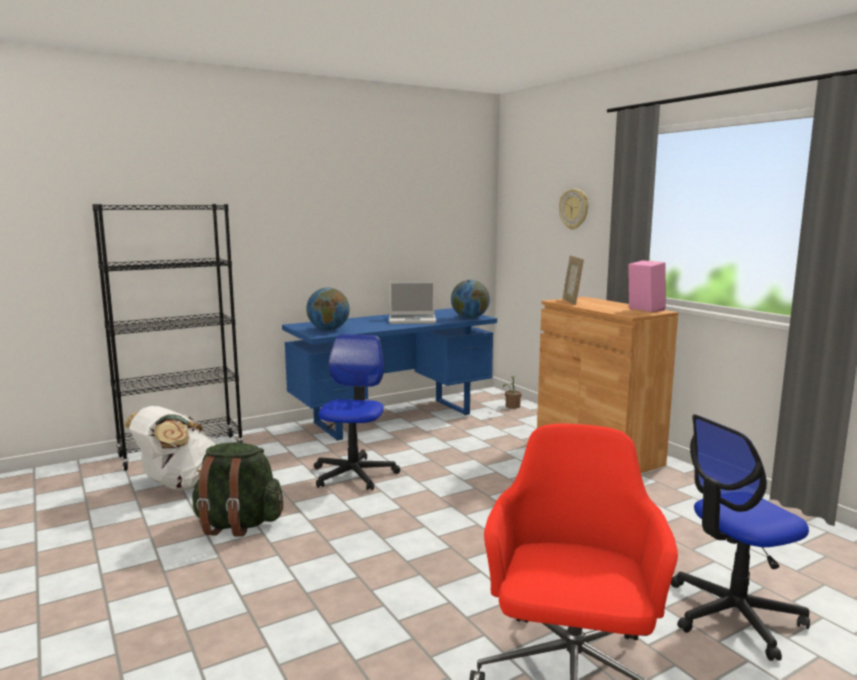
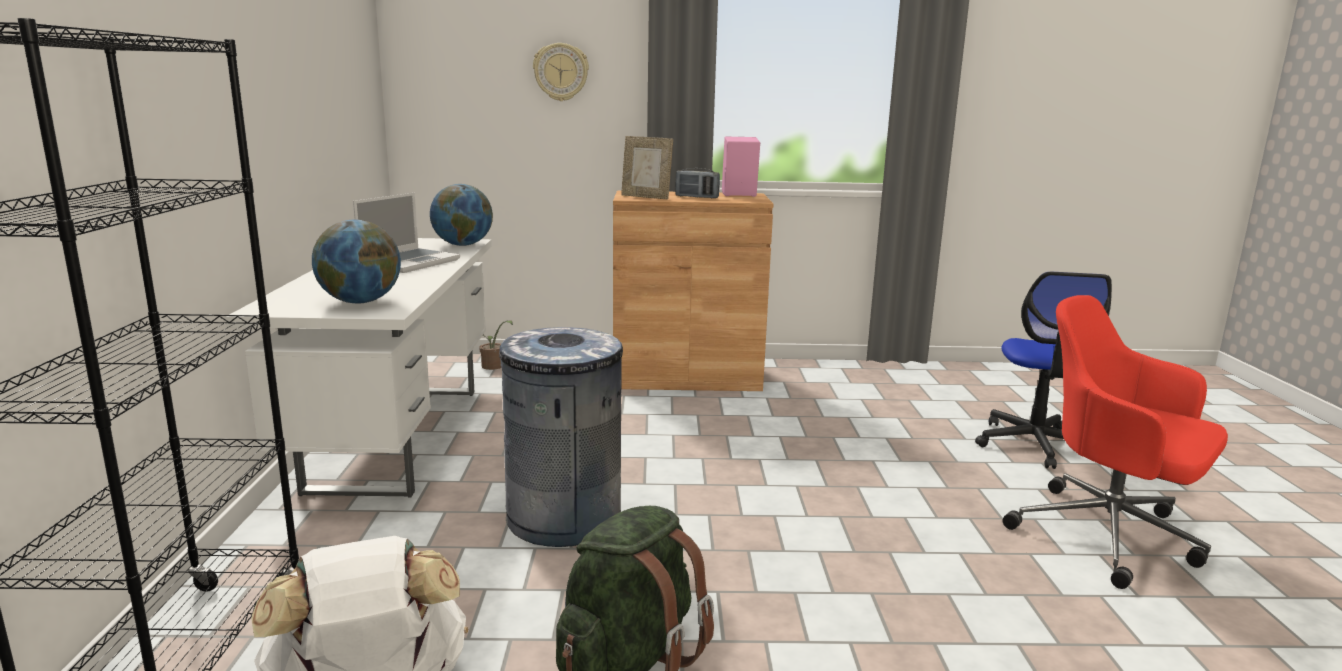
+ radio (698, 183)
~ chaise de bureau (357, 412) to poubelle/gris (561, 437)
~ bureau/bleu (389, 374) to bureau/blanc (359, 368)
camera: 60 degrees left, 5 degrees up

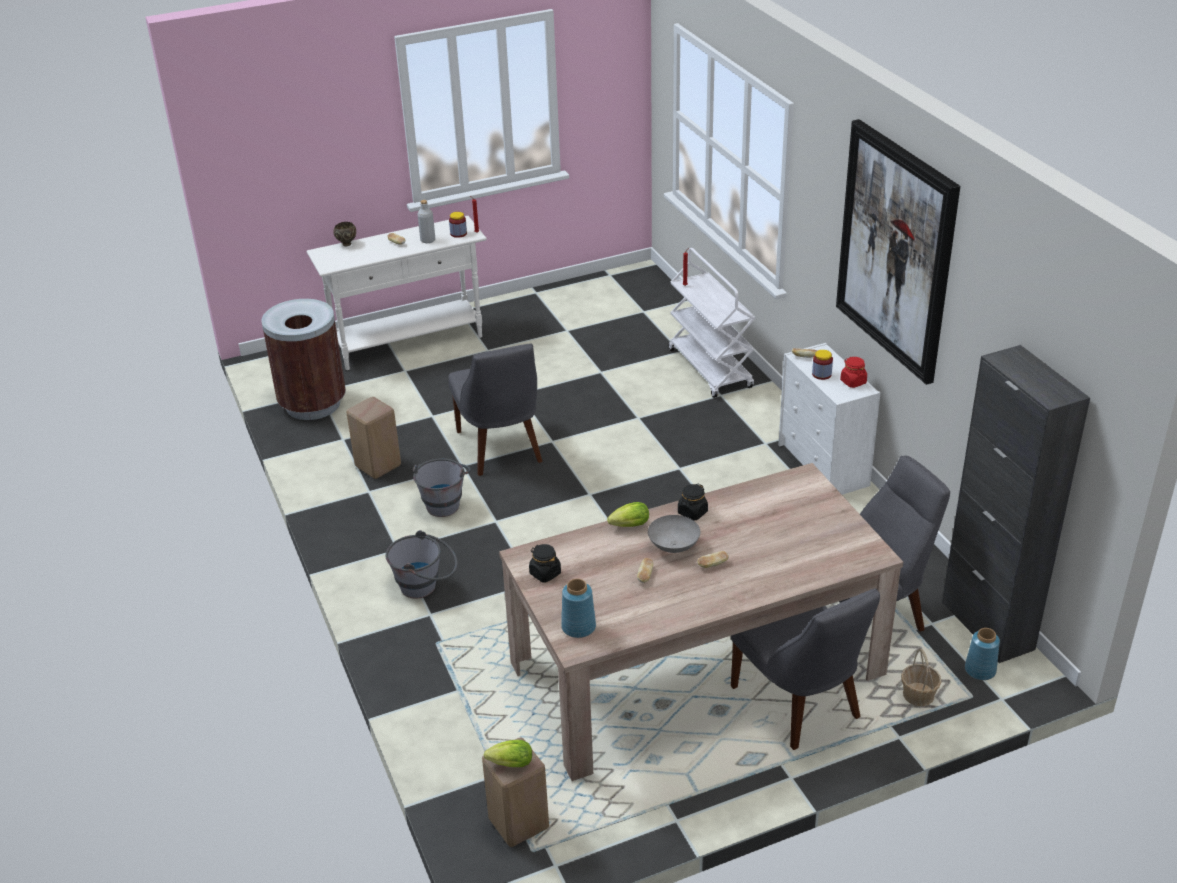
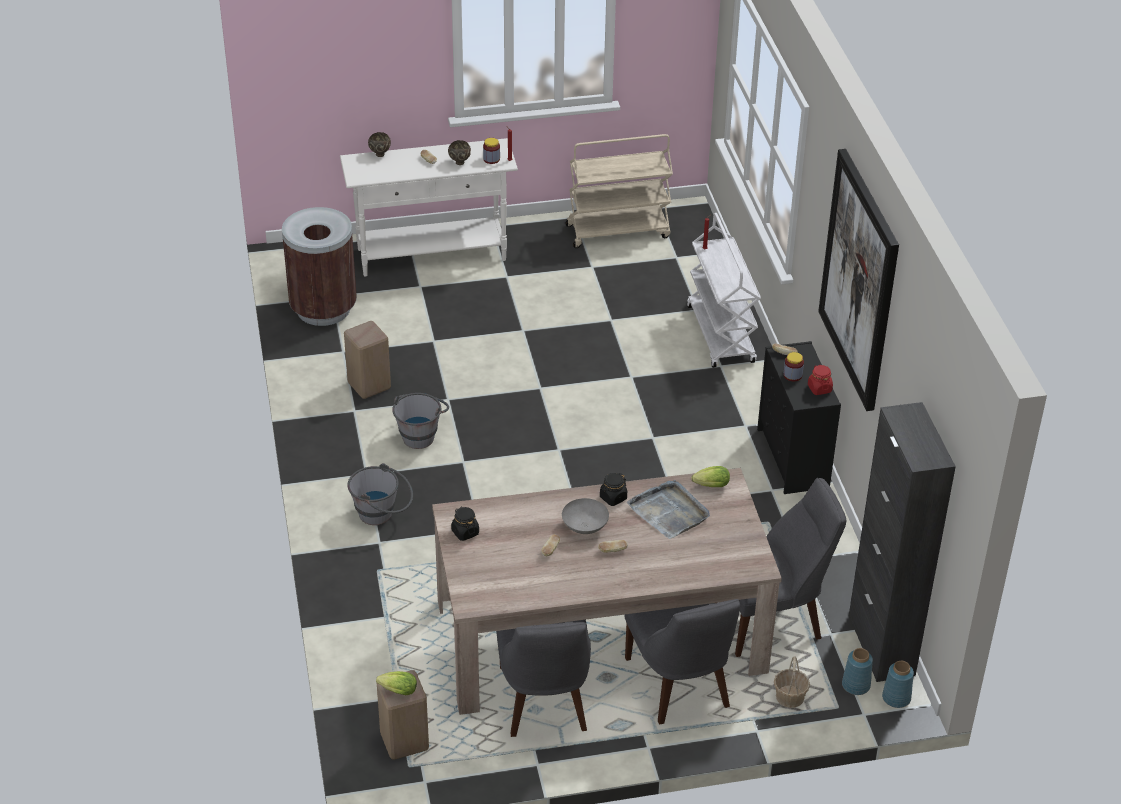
+ chariot/beige (619, 191)
+ plateau/gris (668, 509)
~ chaise/gris (495, 410) to (543, 678)
~ vase/bleu (578, 608) to (898, 684)
~ laitue (628, 514) to (710, 476)
~ bouteille/gris (426, 221) to bol/marron (459, 152)
~ commode/blanc (829, 419) to commode/noir (799, 417)
camera: 10 degrees right, 5 degrees up

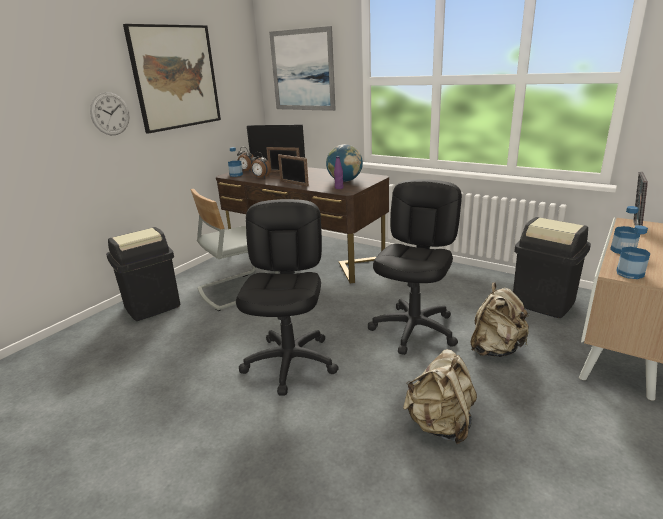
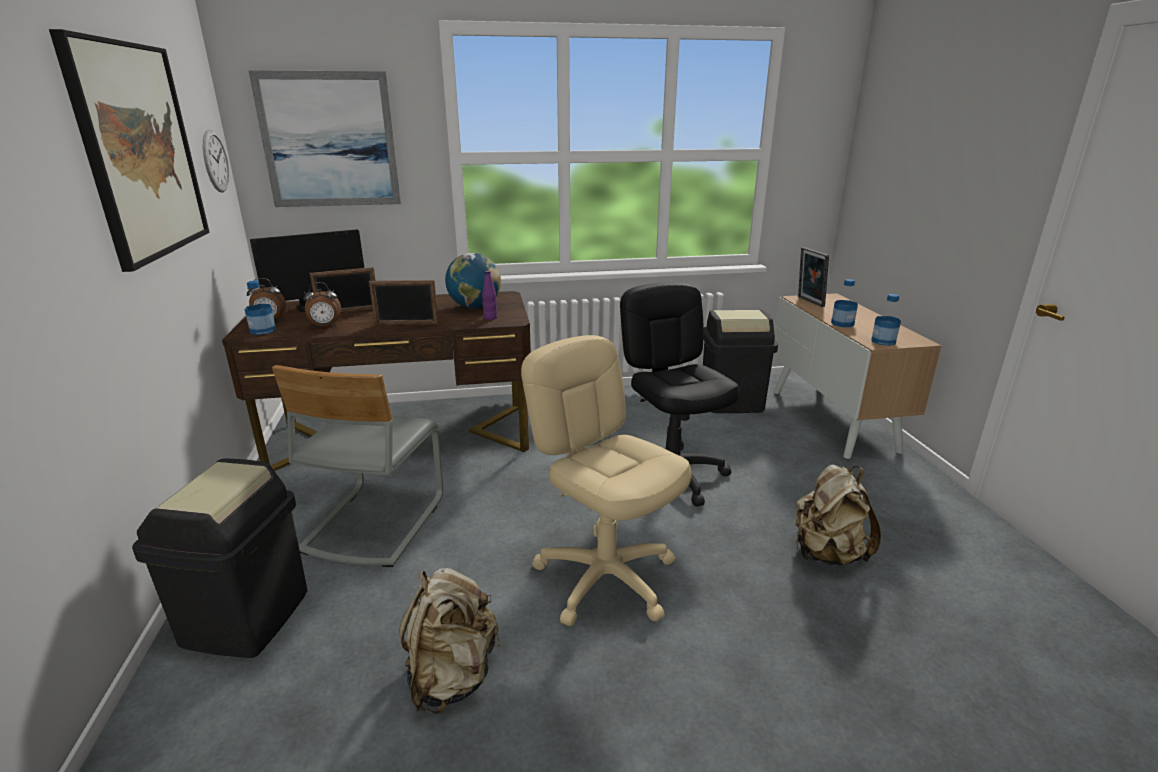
~ horloge murale (110, 113) to (216, 161)
~ sac à dos/beige (499, 319) to (450, 641)
~ chaise de bureau/noir (287, 297) to chaise de bureau/beige (606, 480)
camera: 45 degrees left, 0 degrees up

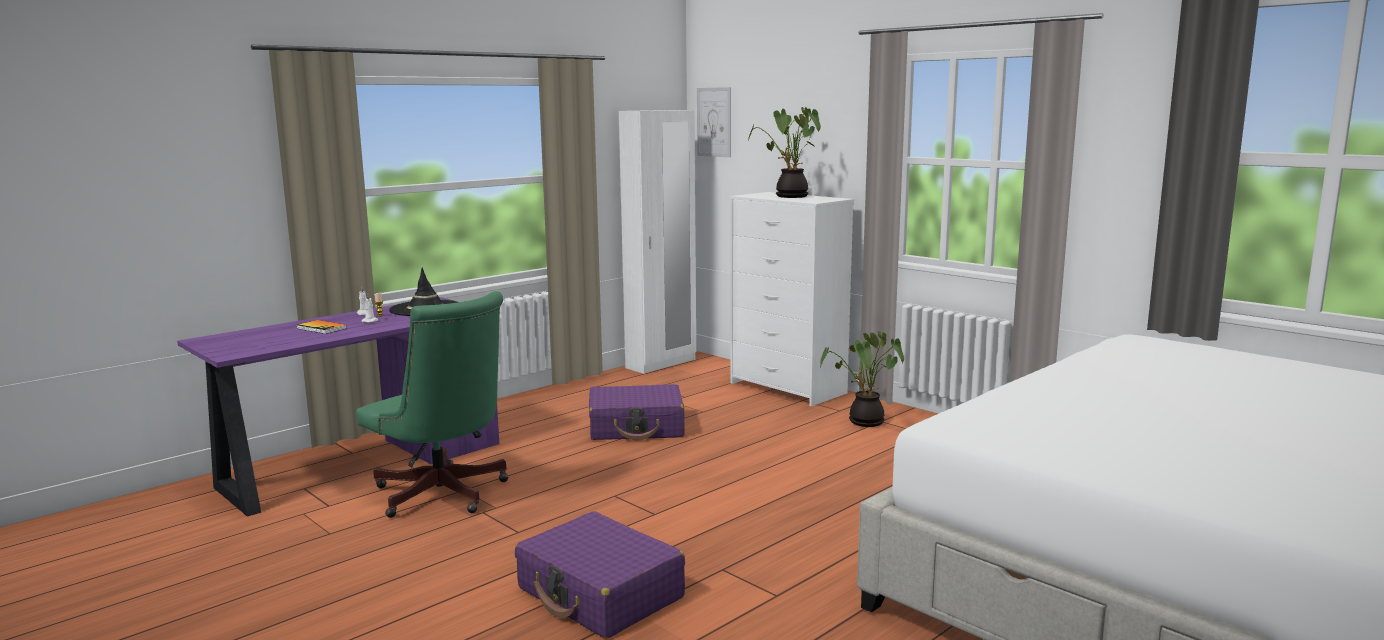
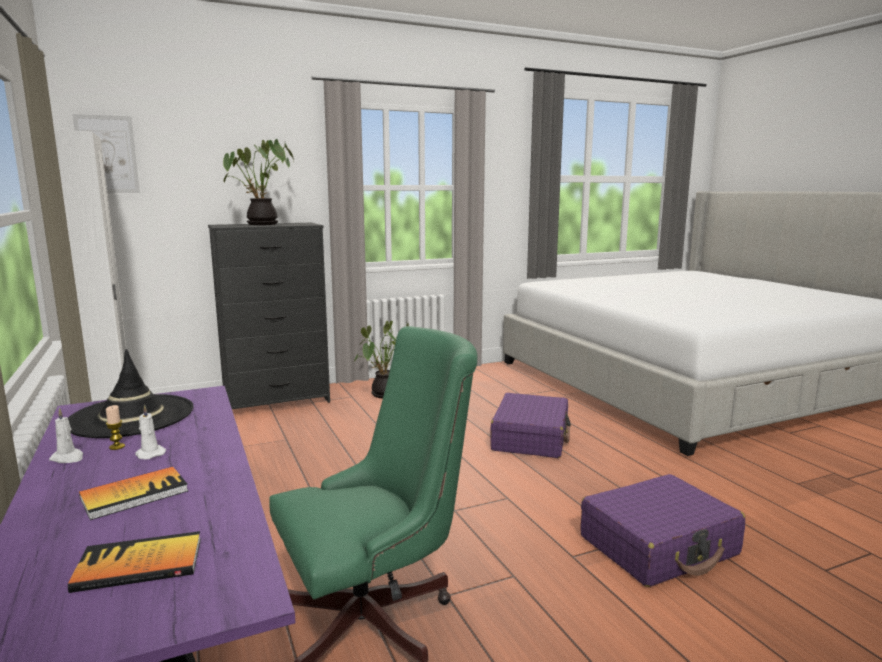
+ livre (134, 562)
~ valise/violet (637, 412) to (530, 425)
~ commode/blanc (792, 299) to commode/noir (269, 316)
camera: 70 degrees left, 0 degrees up

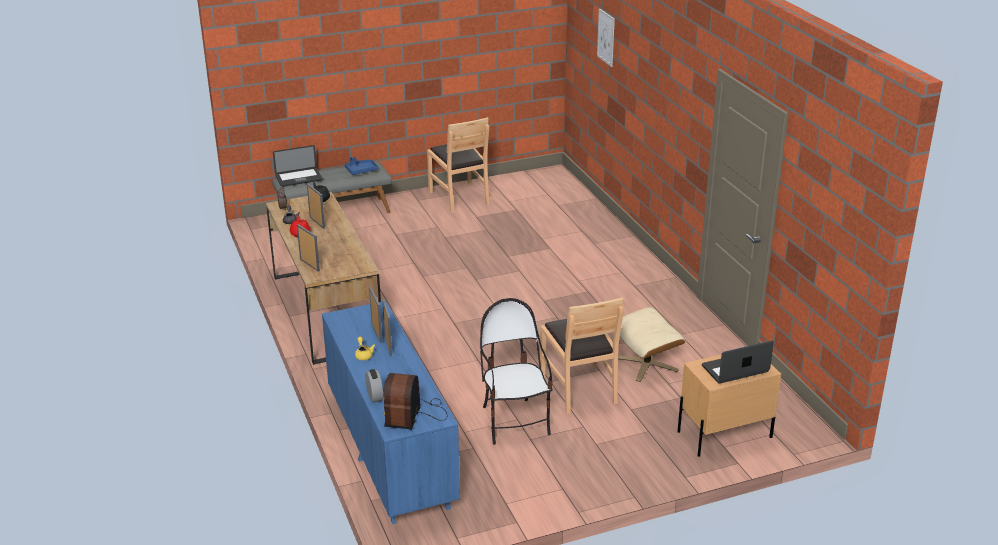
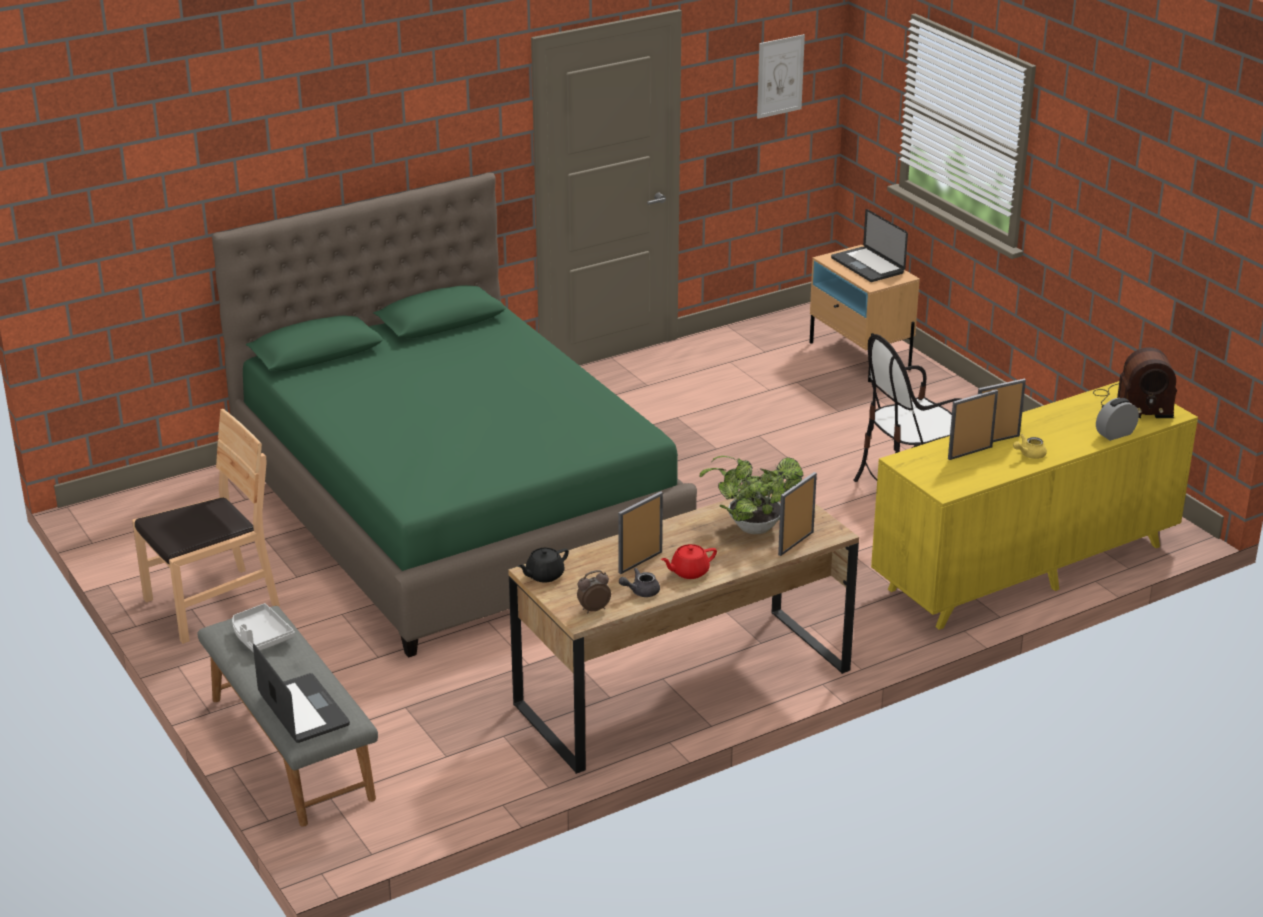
- chaise/marron (582, 355)
- pouf/beige (651, 344)
+ lit/vert (454, 415)
+ plante en pot (751, 495)
~ tableau (606, 38) to (781, 76)
~ commode/bleu (391, 412) to commode/jaune (1034, 505)
~ plateau/bleu (361, 166) to plateau/gris (263, 628)
camera: 100 degrees left, 0 degrees up

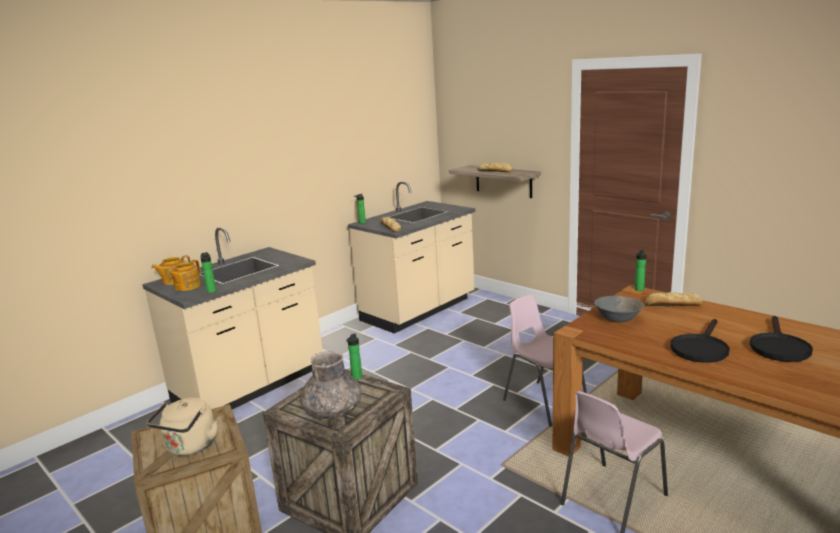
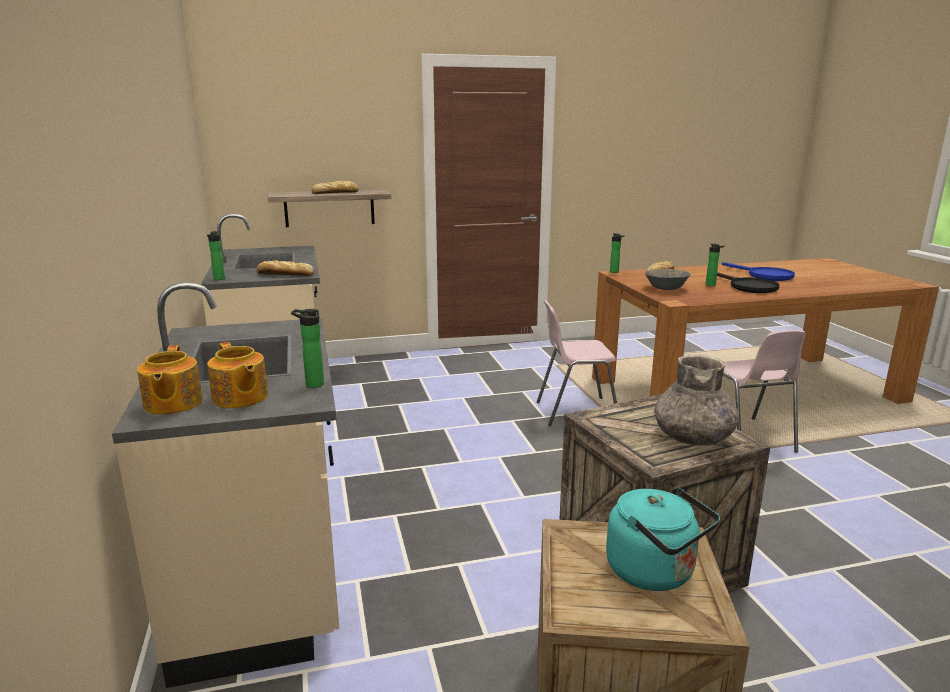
~ bouteille (354, 356) to (715, 264)
~ bouilloire/beige (182, 427) to bouilloire/turquoise (663, 539)
~ poêle/noir (781, 339) to poêle/bleu (758, 271)
camera: 60 degrees left, 0 degrees up

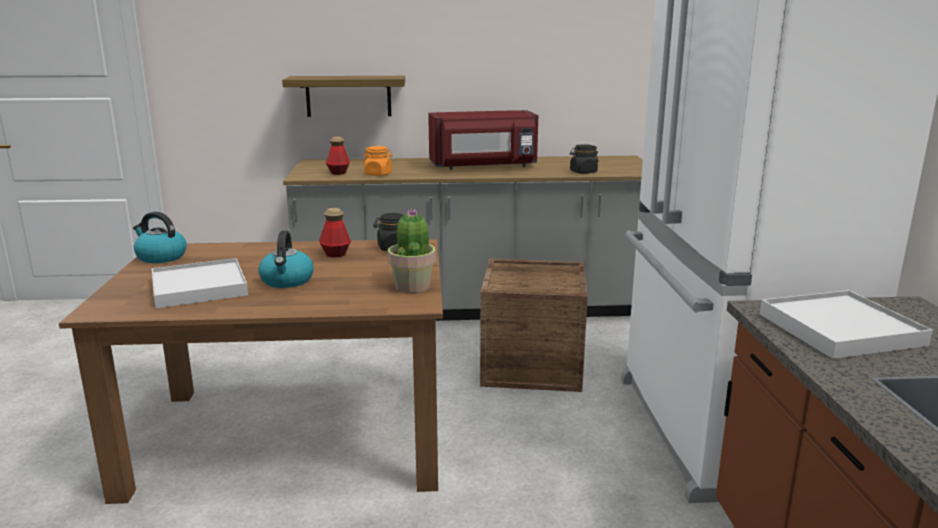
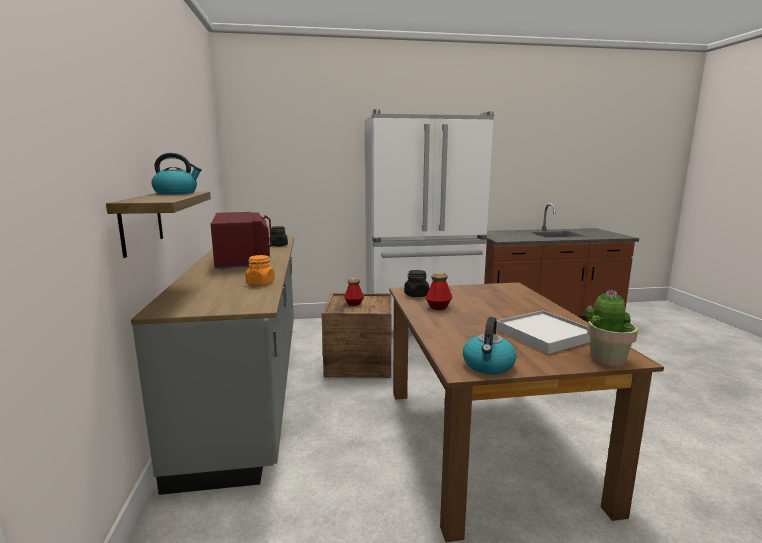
- plateau/blanc (846, 324)
~ bouilloire (286, 259) to (176, 174)
~ bouteille (338, 155) to (354, 292)
~ plante en pot (412, 251) to (611, 328)
camera: 95 degrees left, 5 degrees down

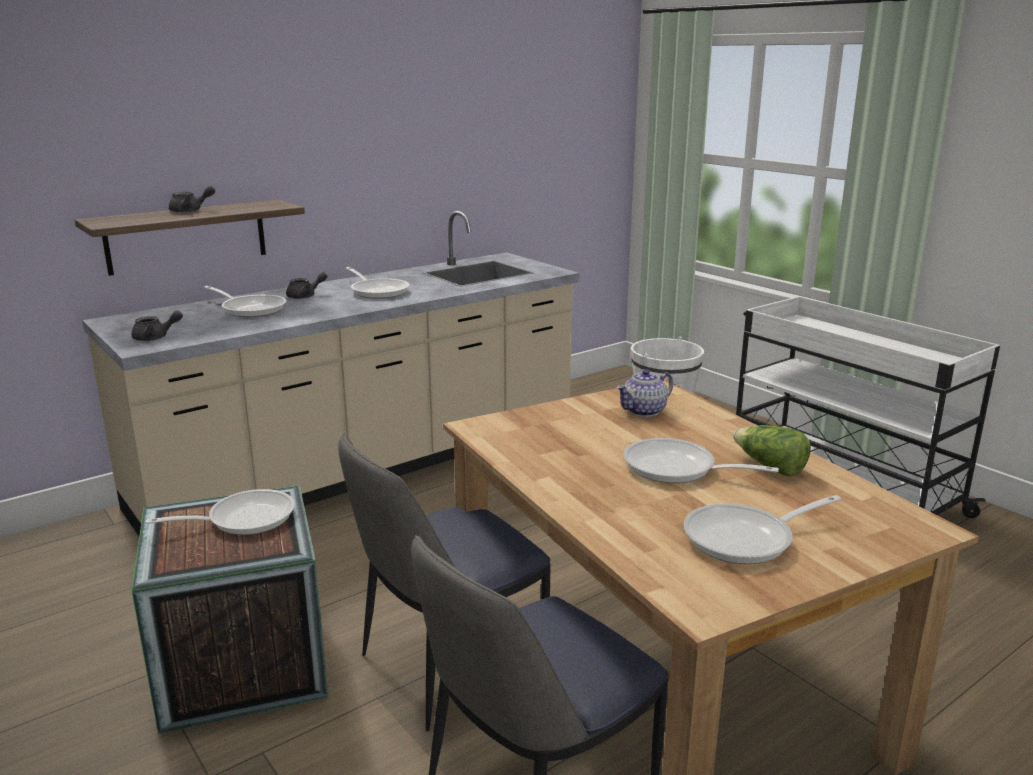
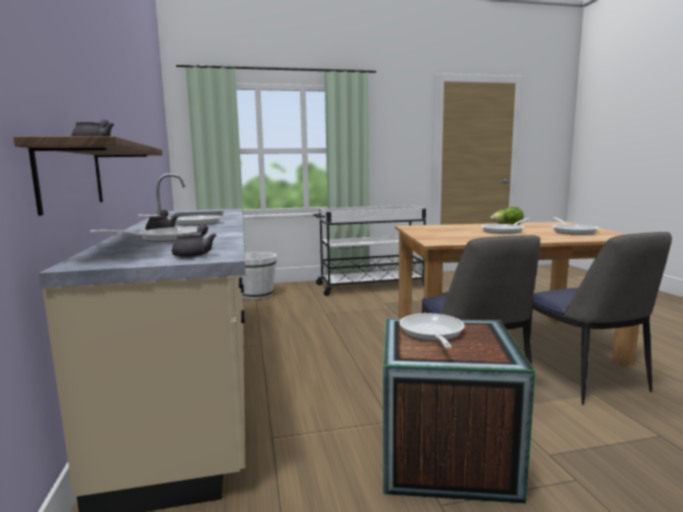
- théière (644, 393)
camera: 65 degrees left, 10 degrees down

